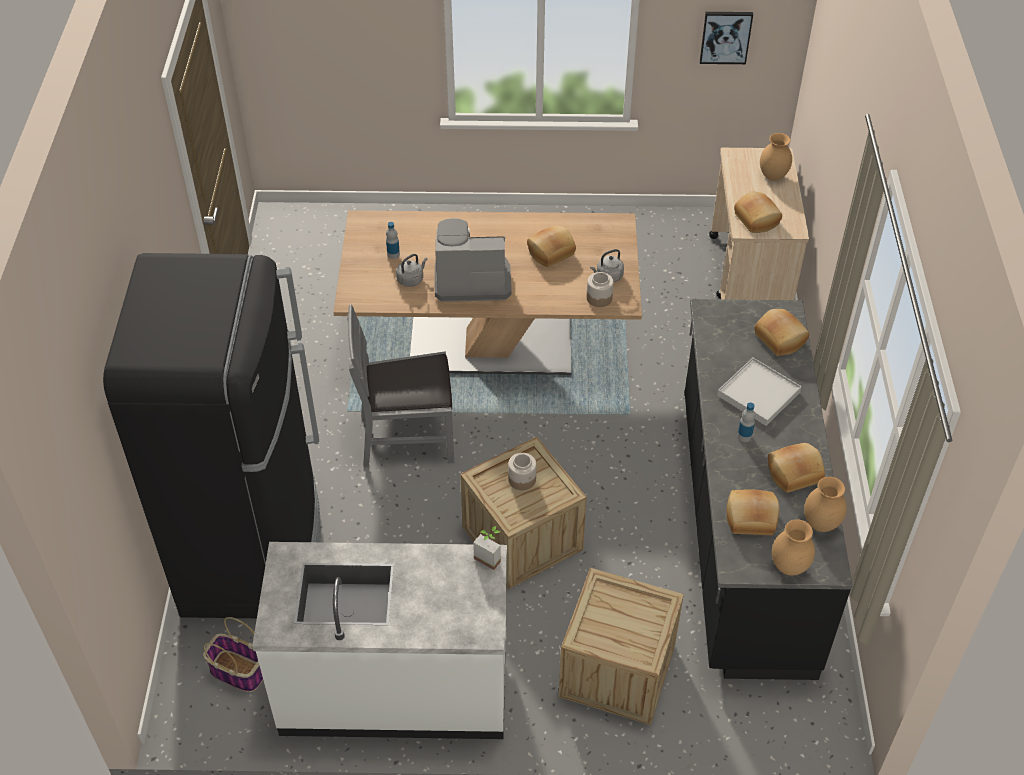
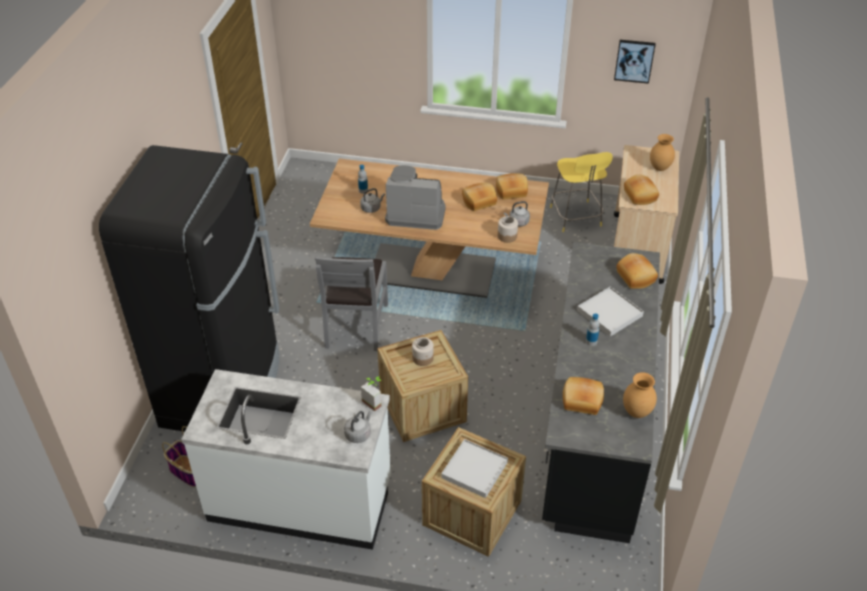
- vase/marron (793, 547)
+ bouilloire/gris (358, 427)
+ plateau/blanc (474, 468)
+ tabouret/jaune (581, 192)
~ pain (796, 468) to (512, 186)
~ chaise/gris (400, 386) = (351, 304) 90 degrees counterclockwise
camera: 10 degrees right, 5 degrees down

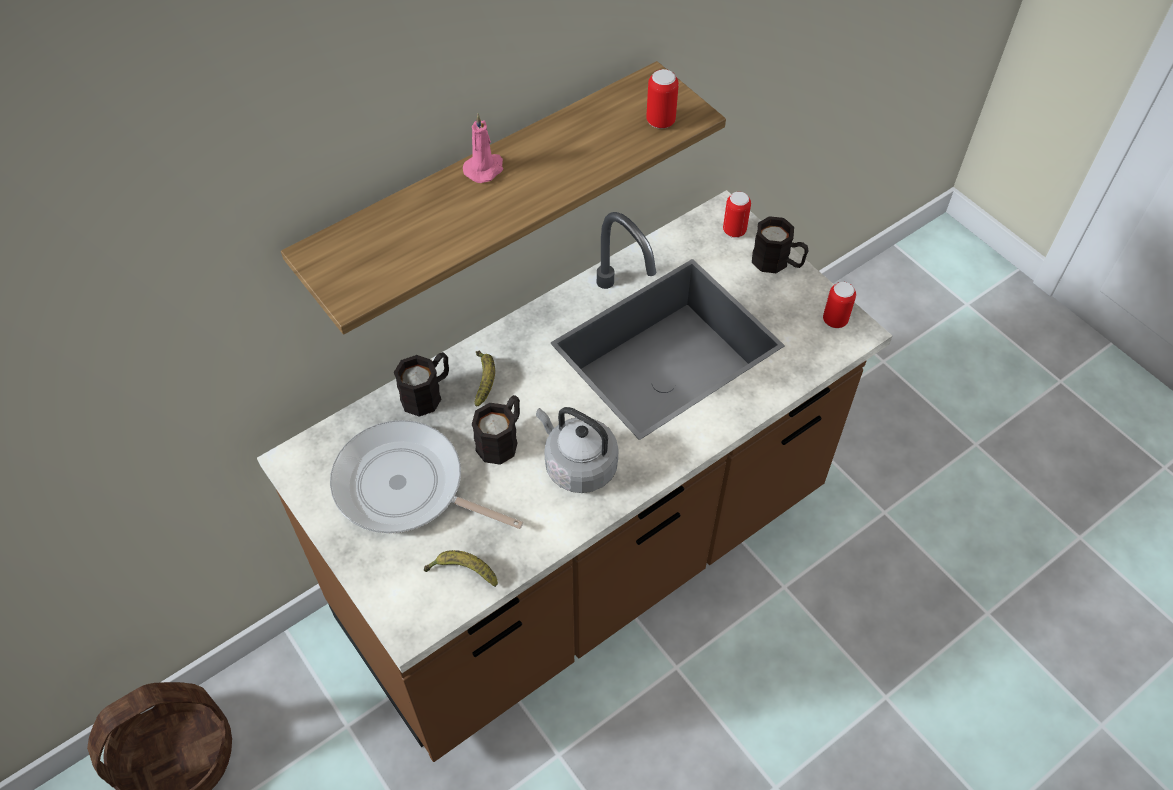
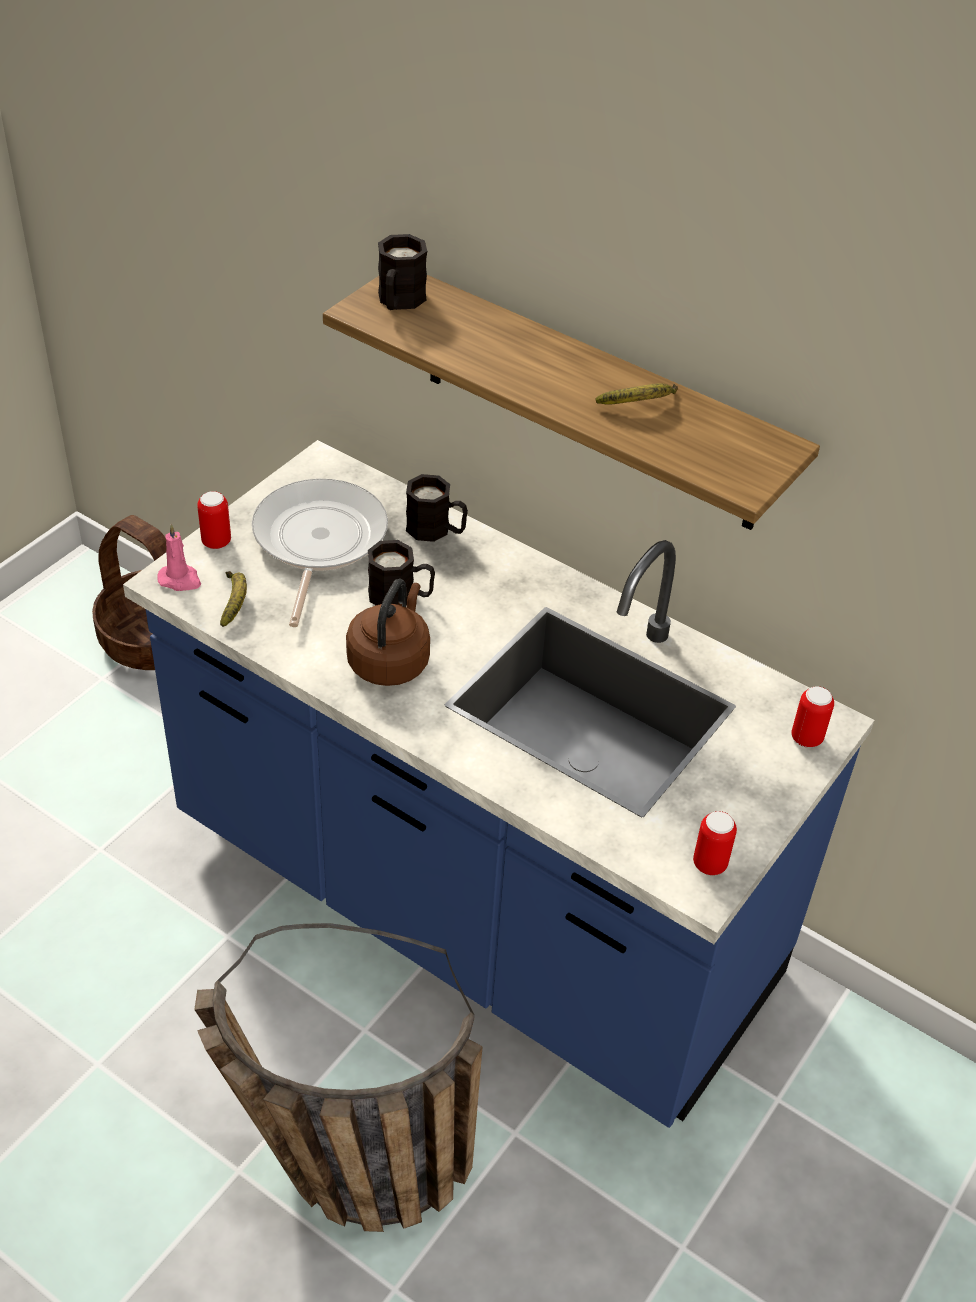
+ panier (338, 1077)
~ bougie/rose (483, 148) to (179, 557)
~ banane (484, 379) to (636, 394)
~ boîte métallique (662, 99) to (214, 520)
~ mug/noir (780, 244) to (402, 272)
~ comptoir de cuisine/marron (574, 476) to comptoir de cuisine/bleu (498, 784)
~ bouilloire/gris (577, 450) to bouilloire/marron (388, 632)
camera: 70 degrees right, 10 degrees down

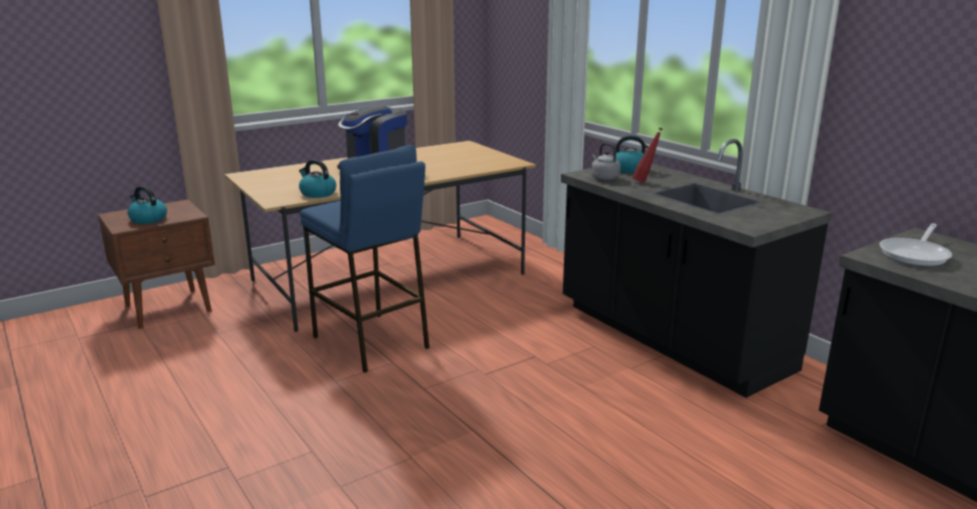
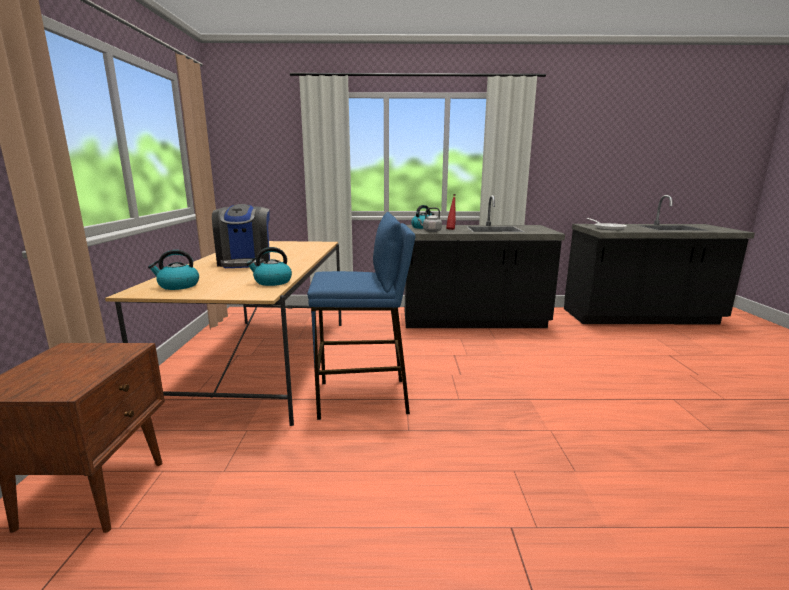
~ bouilloire (147, 205) to (173, 270)
camera: 55 degrees left, 5 degrees down

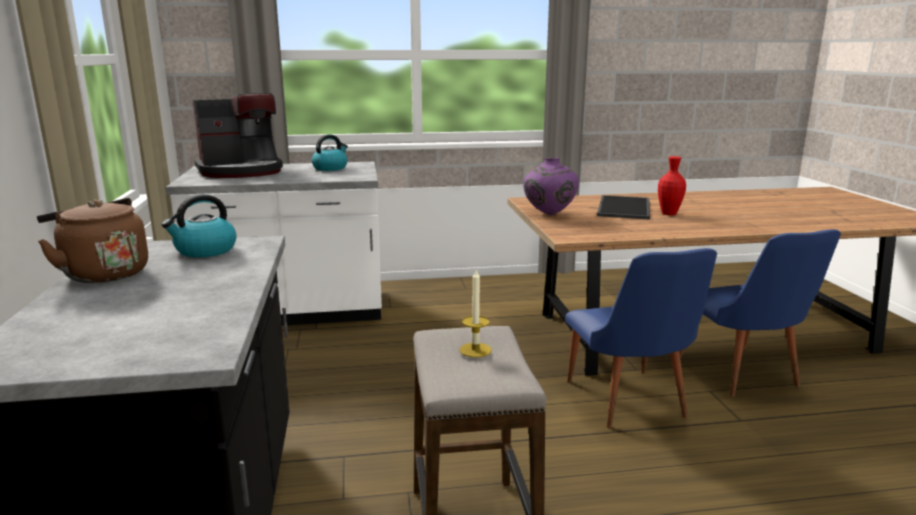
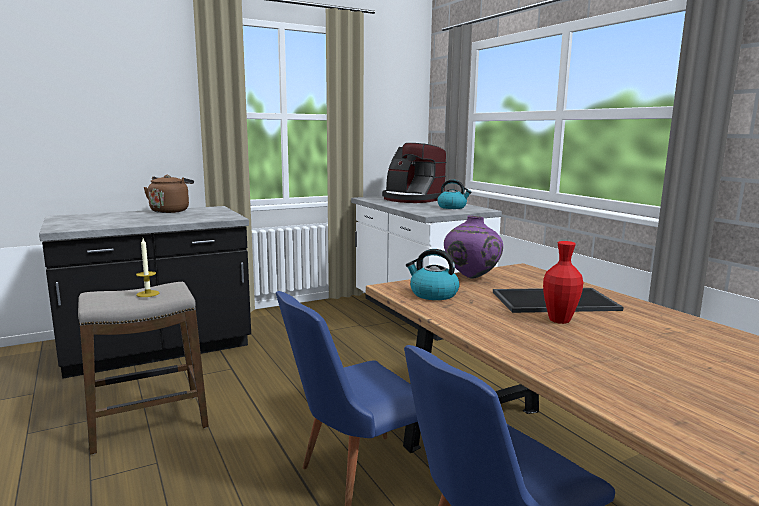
~ bouilloire (199, 226) to (432, 274)
camera: 70 degrees right, 5 degrees down

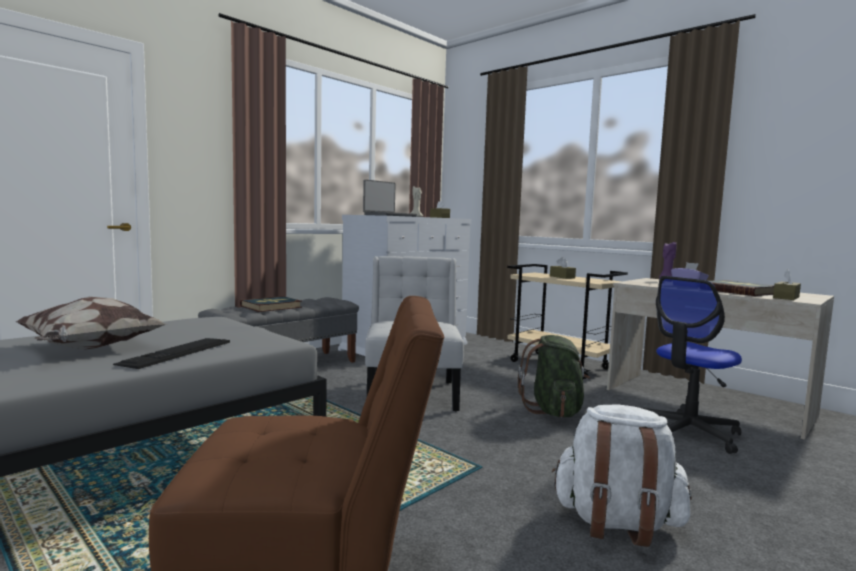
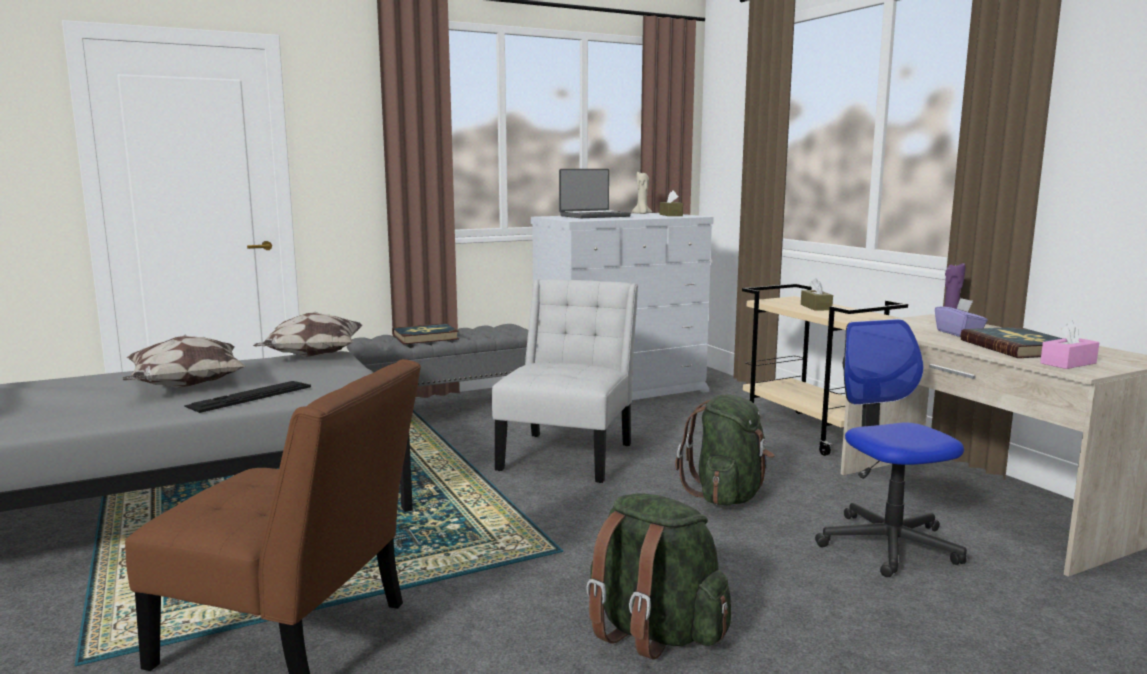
+ coussin (308, 334)
~ sac à dos/blanc (622, 475) to sac à dos/vert (658, 576)
~ boîte à mouchoirs/marron (787, 285) to boîte à mouchoirs/rose (1069, 345)
~ chaise de bureau (692, 365) = (891, 448) 90 degrees clockwise
camera: 20 degrees right, 5 degrees up

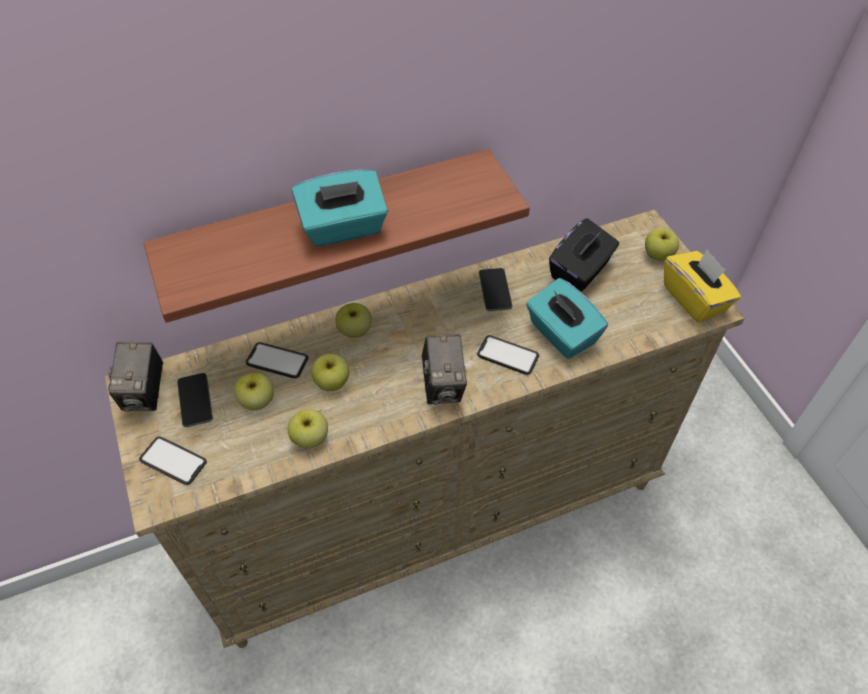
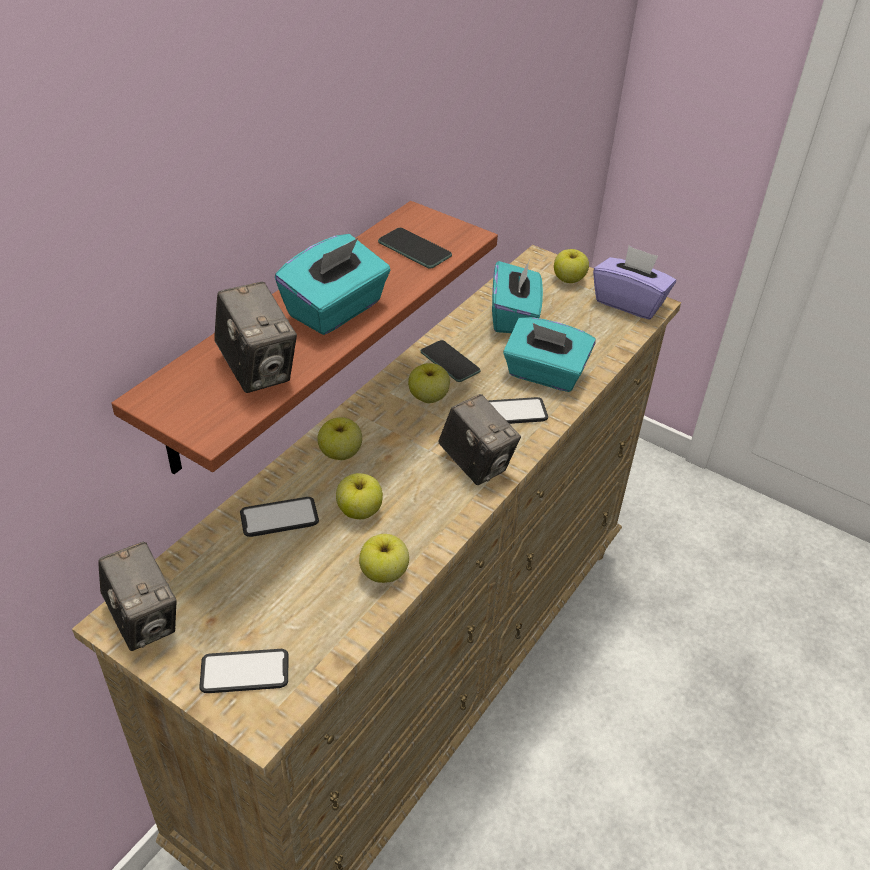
+ appareil photo (255, 337)
~ téléphone (195, 400) to (415, 248)
~ pomme (254, 391) to (429, 383)
~ boîte à mouchoirs/noir (584, 255) to boîte à mouchoirs/turquoise (517, 297)
~ boîte à mouchoirs/jaune (702, 286) to boîte à mouchoirs/violet (634, 283)
camera: 35 degrees left, 10 degrees down

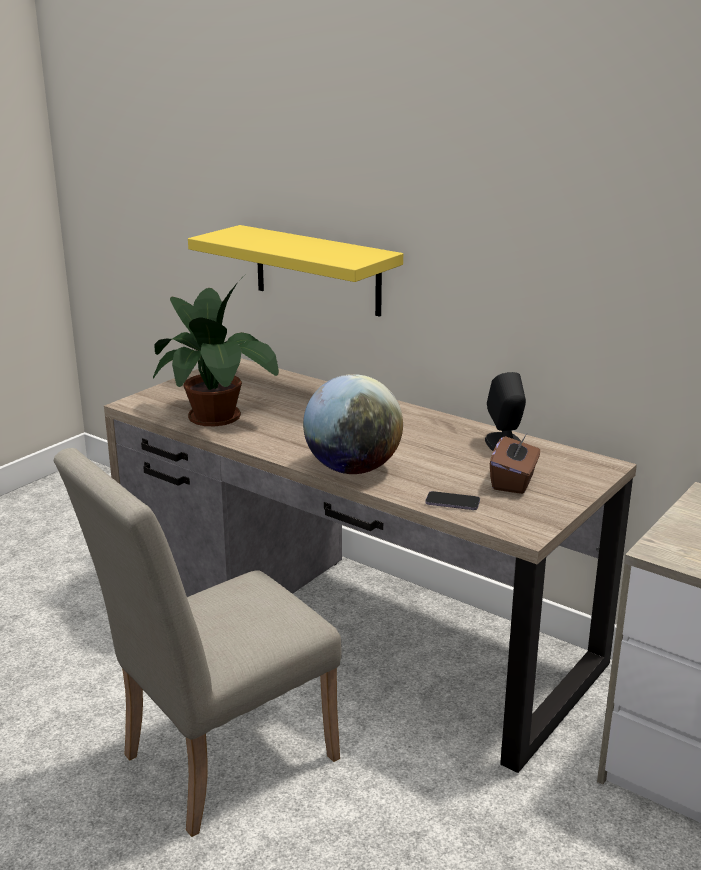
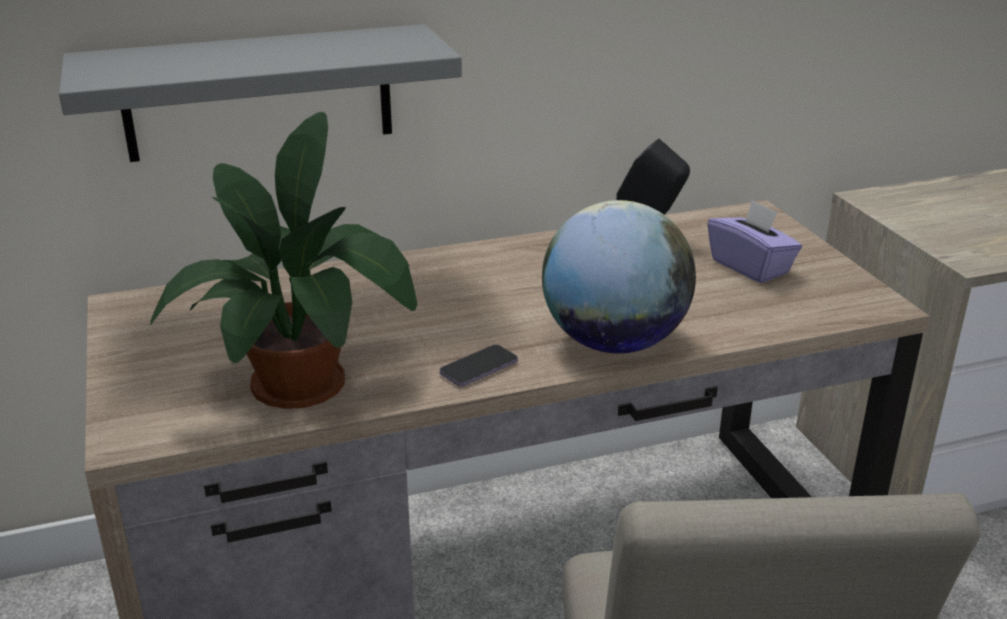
~ téléphone (452, 500) to (479, 365)
~ étagère/jaune (295, 271) to étagère/gris (260, 93)
~ boîte à mouchoirs/marron (515, 464) to boîte à mouchoirs/violet (755, 241)
camera: 55 degrees left, 5 degrees up

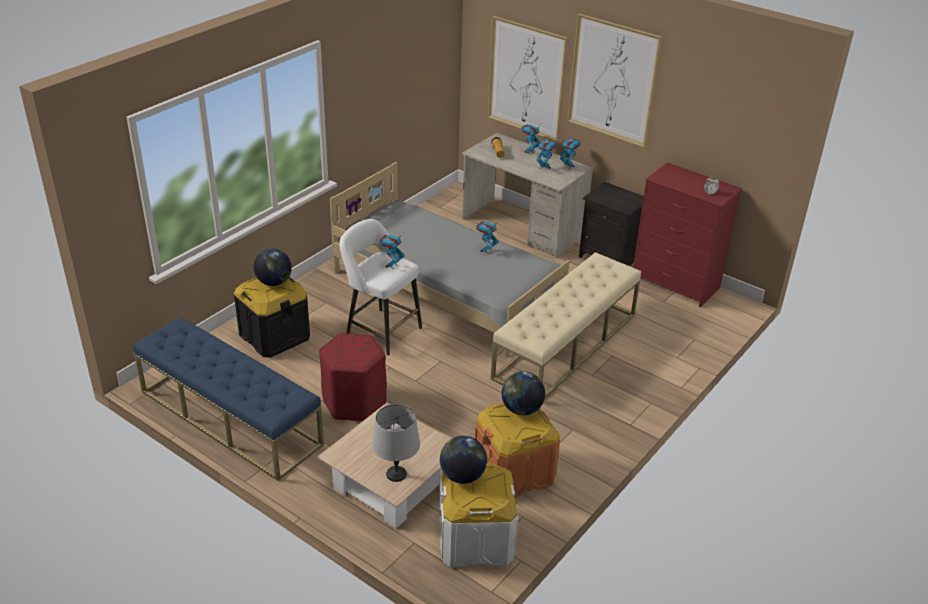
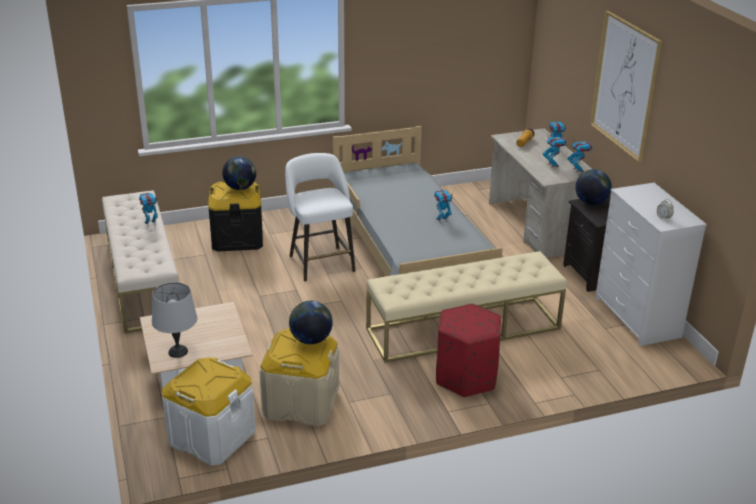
- tableau (528, 79)
~ pouf/rouge (353, 377) to (468, 351)
~ robot jouet (392, 252) to (148, 209)
~ globe (463, 460) to (593, 187)
~ banc/bleu (228, 399) to banc/beige (140, 262)
~ boîte de rangement/orange (517, 450) to boîte de rangement/beige (299, 377)
~ commode/rouge (687, 235) to commode/blanc (651, 264)
camera: 35 degrees right, 5 degrees down

